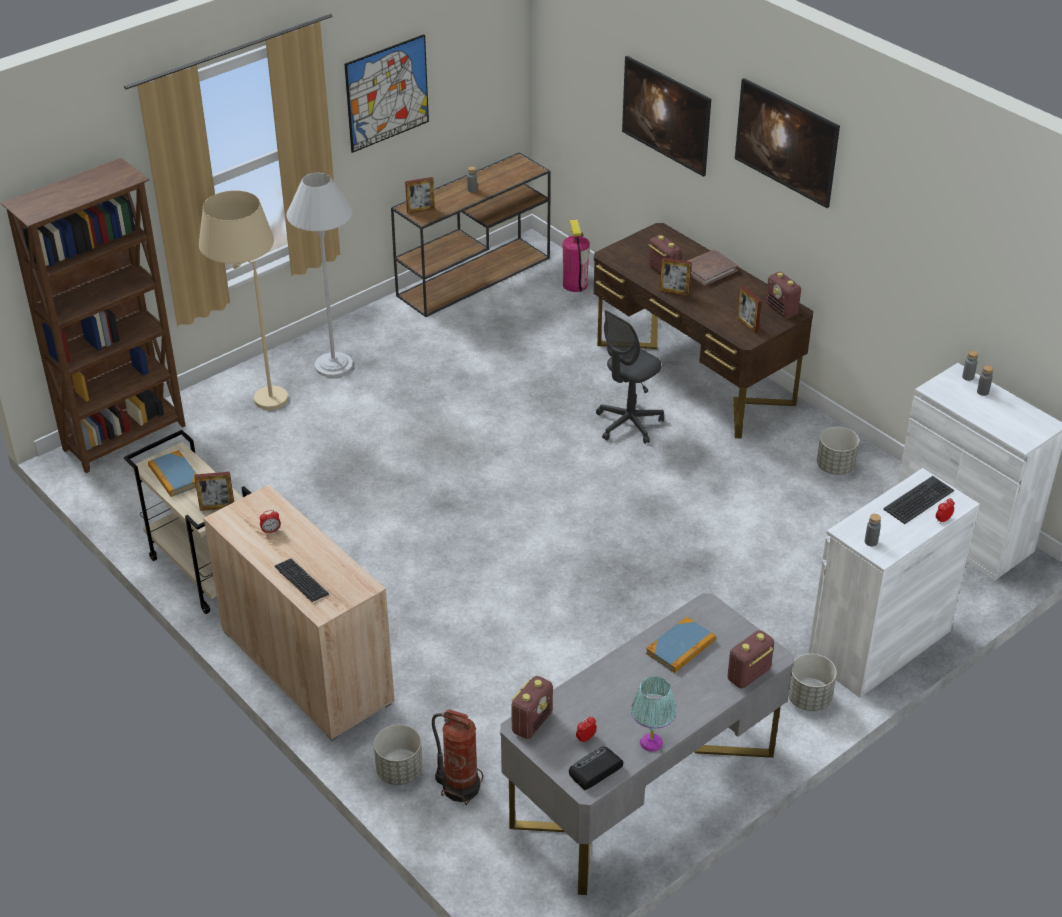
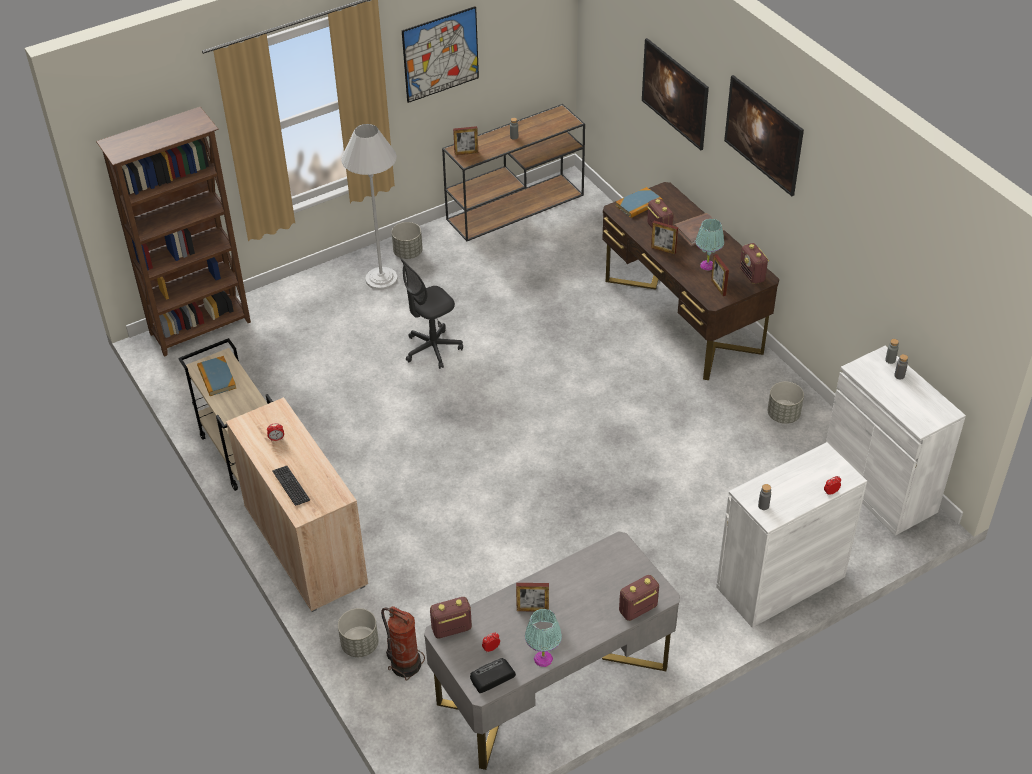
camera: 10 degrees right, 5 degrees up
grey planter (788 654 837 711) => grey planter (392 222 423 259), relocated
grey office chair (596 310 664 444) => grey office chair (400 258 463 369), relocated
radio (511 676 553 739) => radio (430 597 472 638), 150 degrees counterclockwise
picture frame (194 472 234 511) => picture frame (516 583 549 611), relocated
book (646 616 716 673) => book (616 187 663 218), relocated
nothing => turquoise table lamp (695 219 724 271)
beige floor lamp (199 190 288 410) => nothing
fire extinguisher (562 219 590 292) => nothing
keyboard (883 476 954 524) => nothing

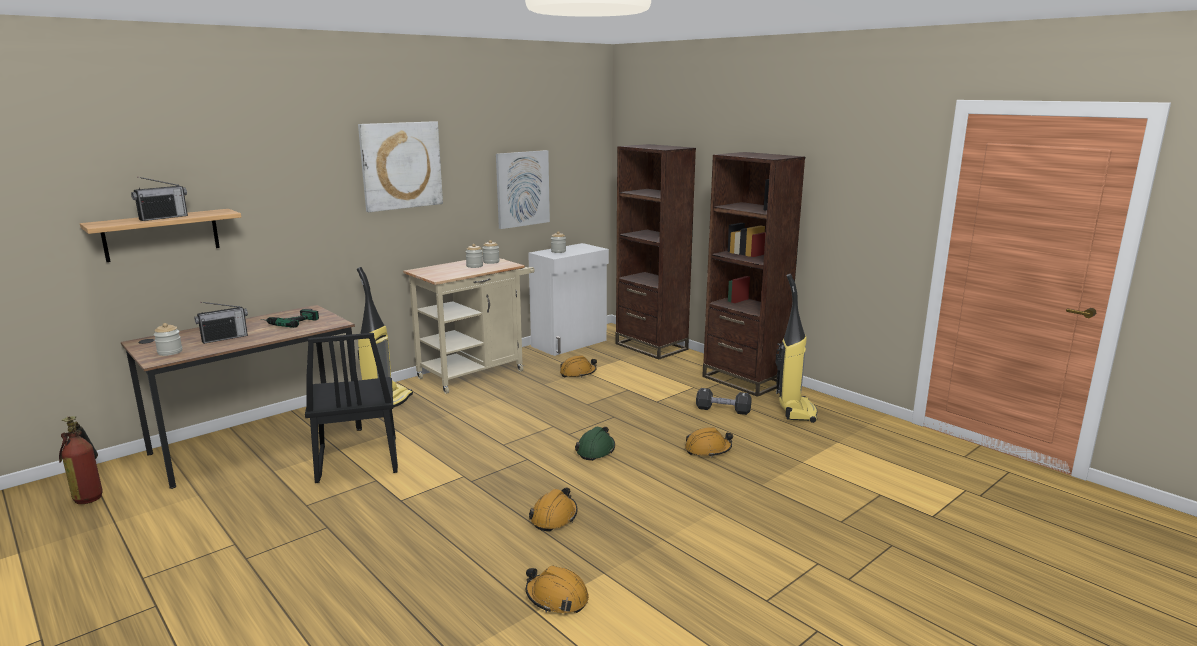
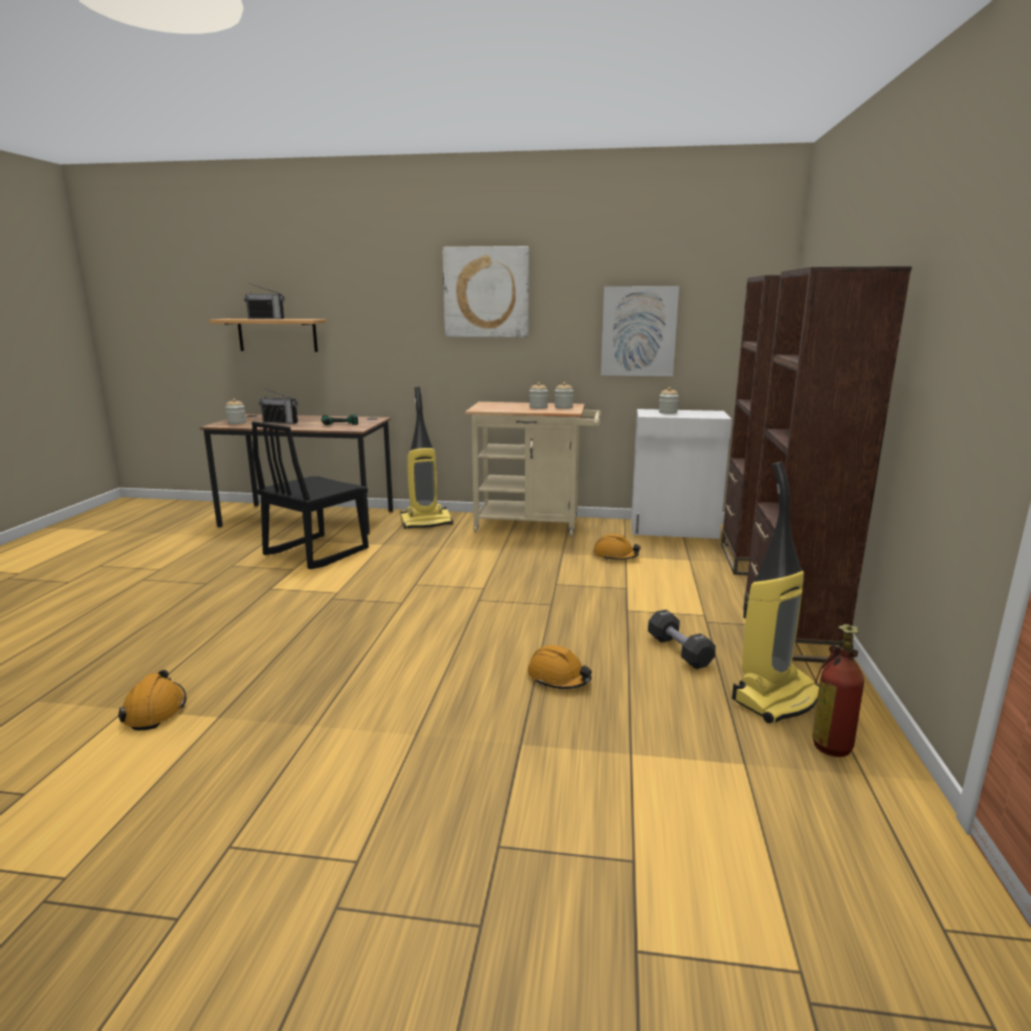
camera: 50 degrees right, 0 degrees up
fire extinguisher (59 416 103 504) => fire extinguisher (812 624 864 757), relocated
orange hard hat (529 487 578 532) => nothing
green hard hat (575 427 615 461) => nothing

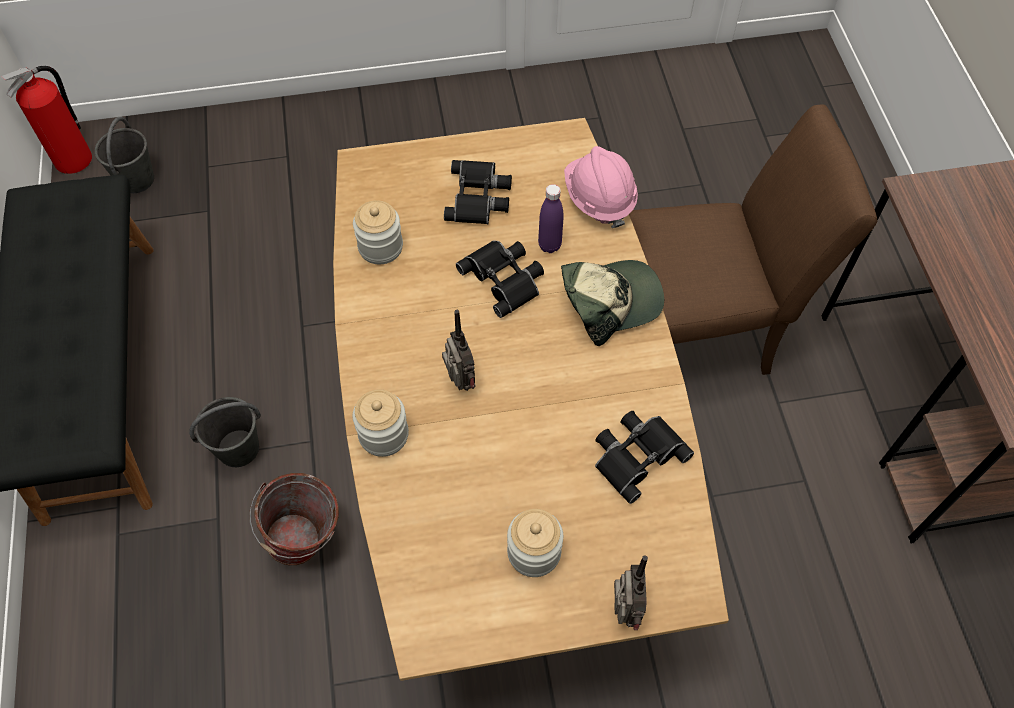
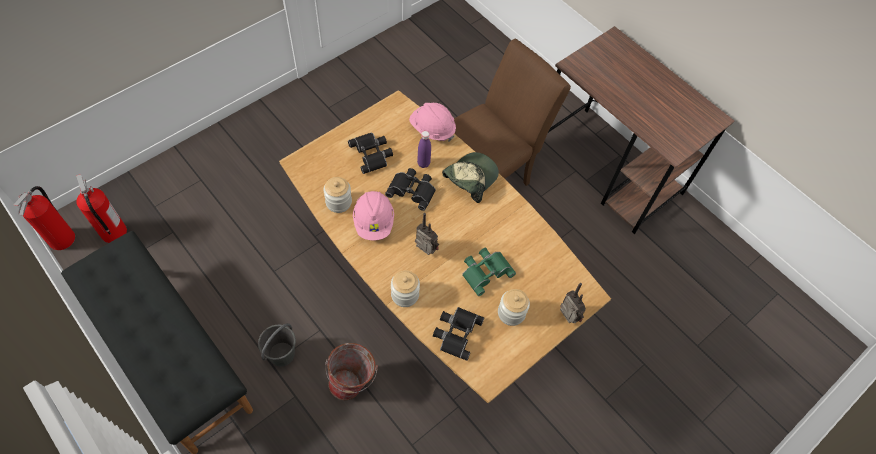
camera: 35 degrees left, 0 degrees up
grey bucket (95 117 154 193) => fire extinguisher (76 174 127 243)
nothing => pink hard hat (353 191 394 240)
black binoculars (595 411 694 504) => black binoculars (433 307 484 361), relocated
nothing => green binoculars (462 248 516 296)

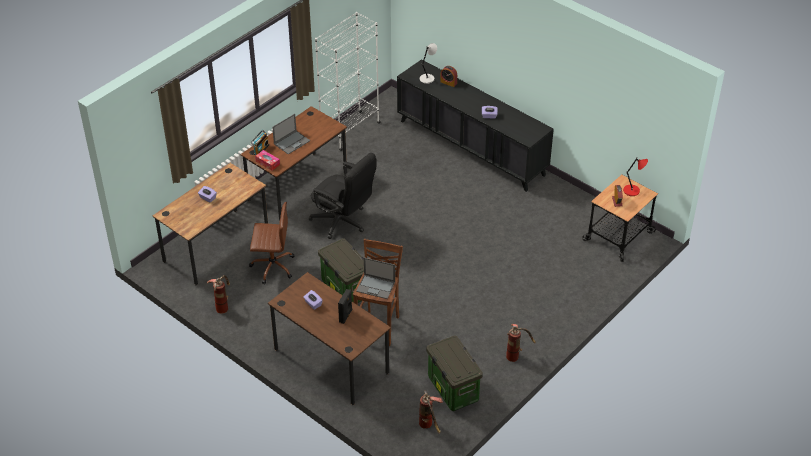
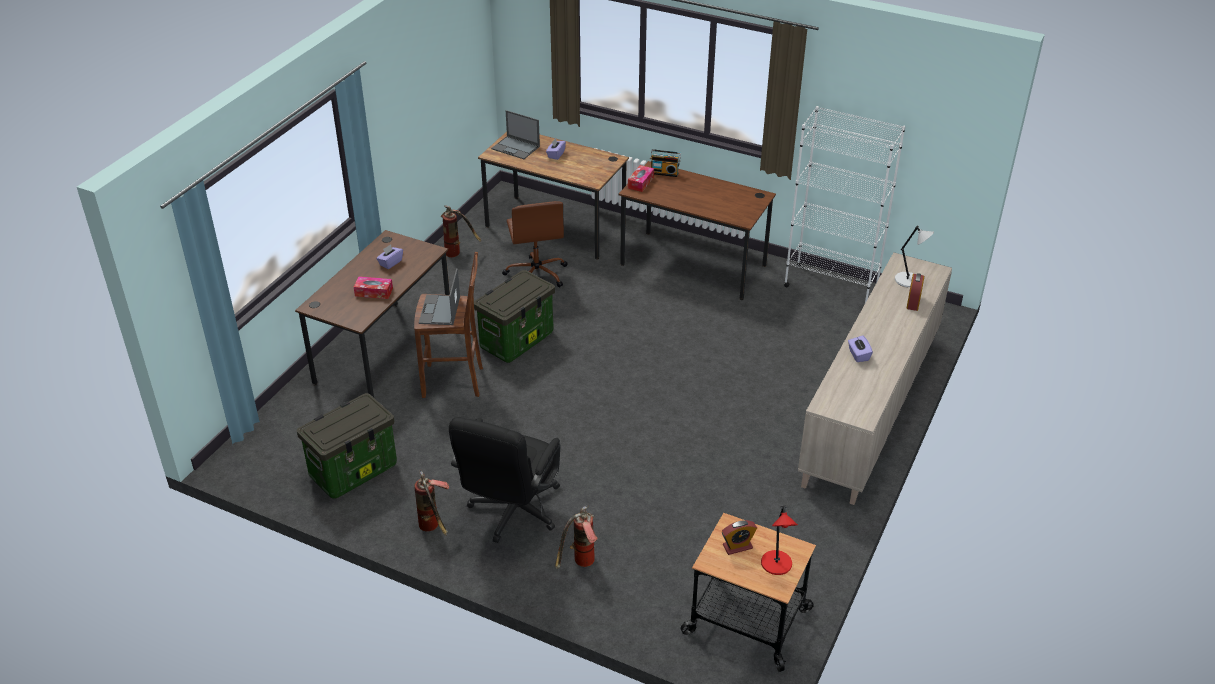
camera: 75 degrees right, 5 degrees down
black speaker (338 289 352 324) => tissue box (354 276 393 299)
black office chair (309 153 376 239) => black office chair (449 417 561 543), relocated
laptop (272 114 310 154) => laptop (491 110 540 159), relocated
fire extinguisher (419 390 443 434) => fire extinguisher (555 505 598 569), relocated
black cabinet (397 59 554 192) => beige cabinet (798 252 952 505)

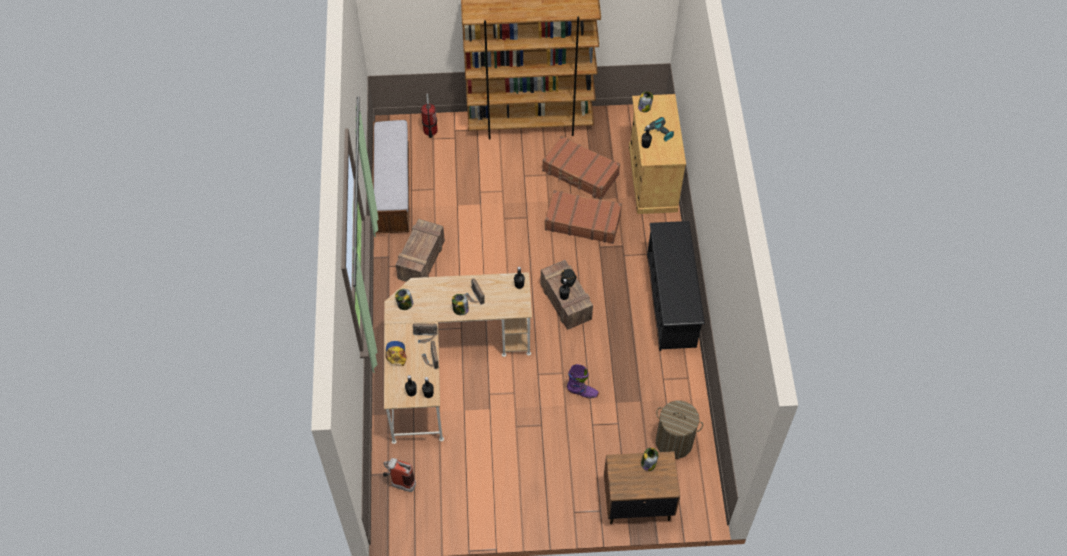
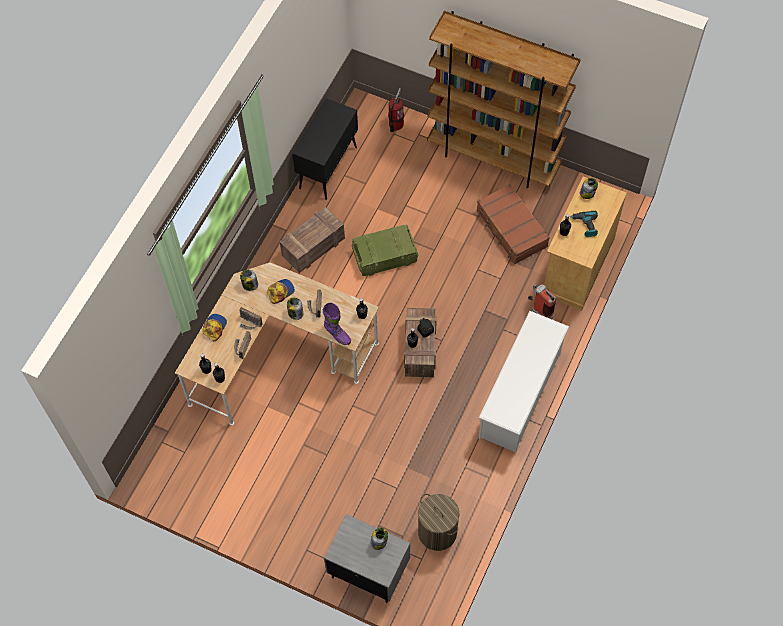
camera: 30 degrees right, 5 degrees up
nothing => cap (267 279 295 304)
bench (372 120 410 234) => black cabinet (292 98 358 200)
purple boot (567 364 599 398) => purple boot (323 303 351 345), relocated
brown nightstand (604 451 680 524) => grey nightstand (324 514 410 603)
nothing => crate (352 224 418 276)
black shoe rack (647 221 705 351) => white shoe rack (478 311 569 452)
fire extinguisher (383 458 416 492) => fire extinguisher (528 284 556 319), relocated
brown suitcase (545 190 622 244) => nothing

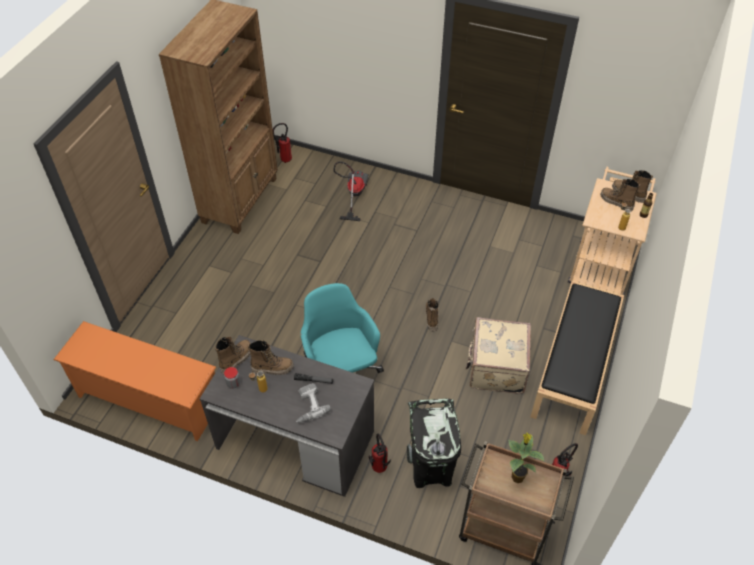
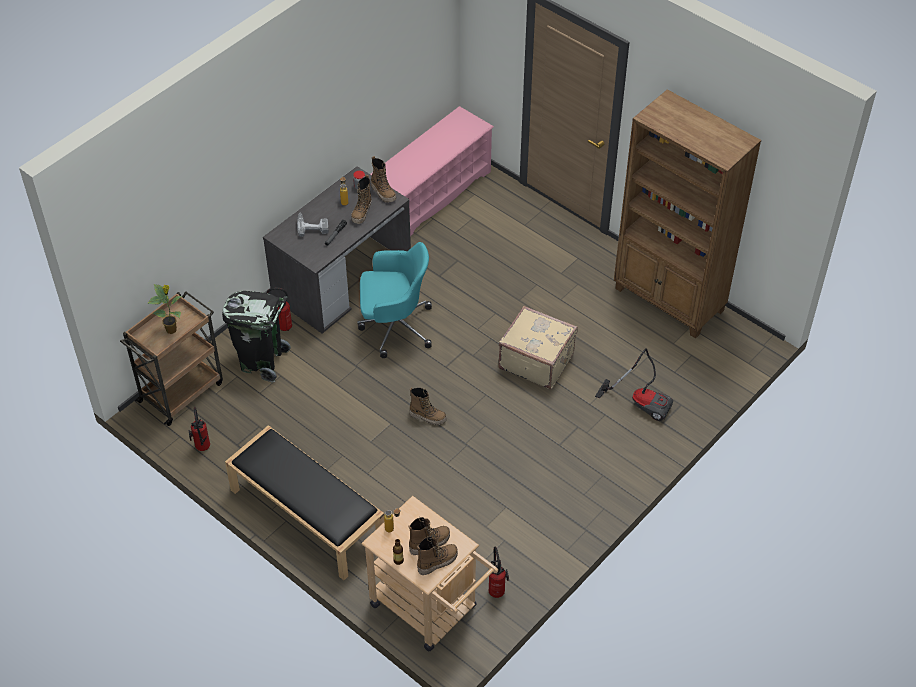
camera: 110 degrees right, 0 degrees up
orange shoe rack (53 321 216 441) => pink shoe rack (370 106 494 236)
fire extinguisher (273 123 292 163) => fire extinguisher (488 546 509 598), relocated
beige suitcase (466 317 531 394) => beige suitcase (498 306 578 389), relocated

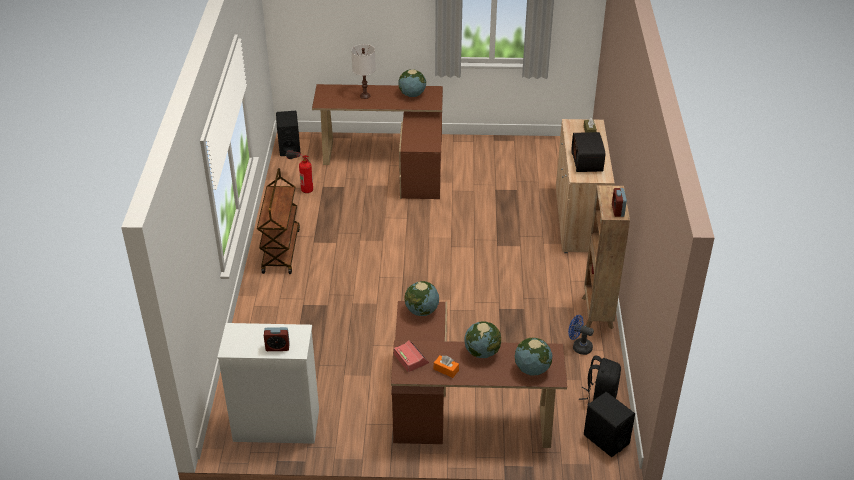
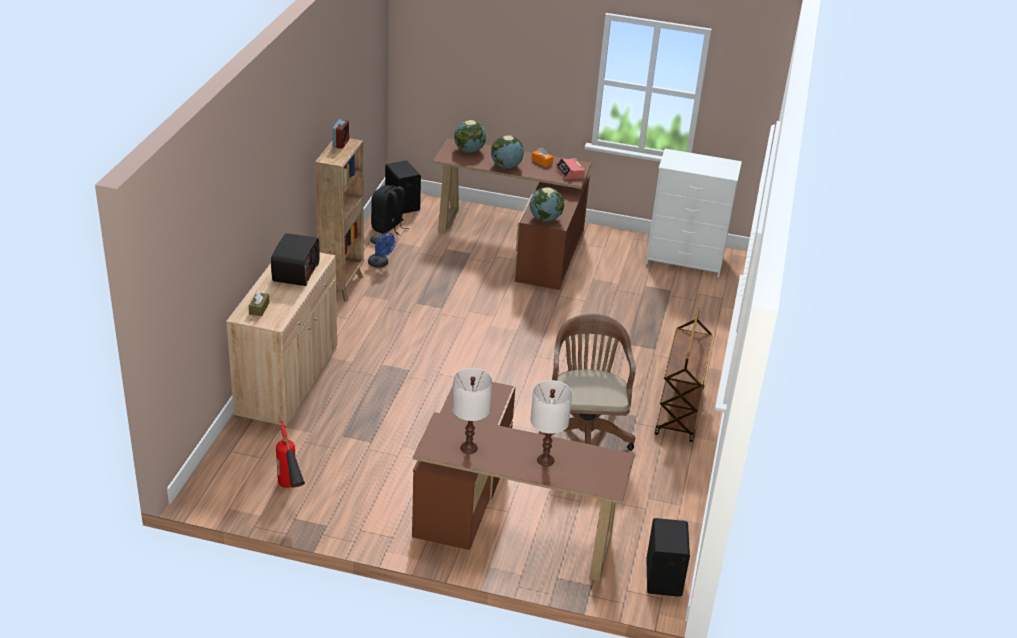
camera: 170 degrees left, 5 degrees down
fire extinguisher (286 150 313 193) => fire extinguisher (276 420 305 488), relocated
globe (398 69 426 97) => white table lamp (452 368 492 454)
nothing => brown office chair (539 314 636 451)
alarm clock (264 327 290 351) => nothing

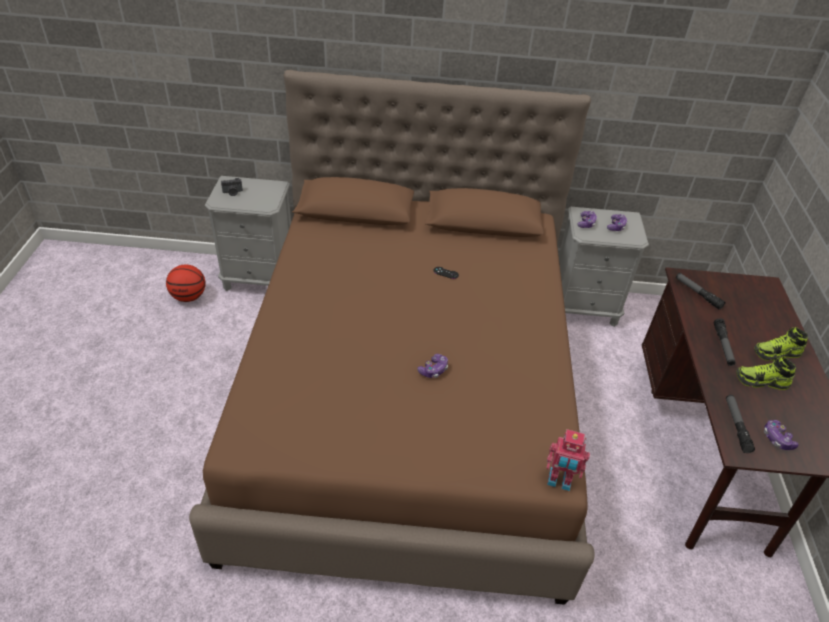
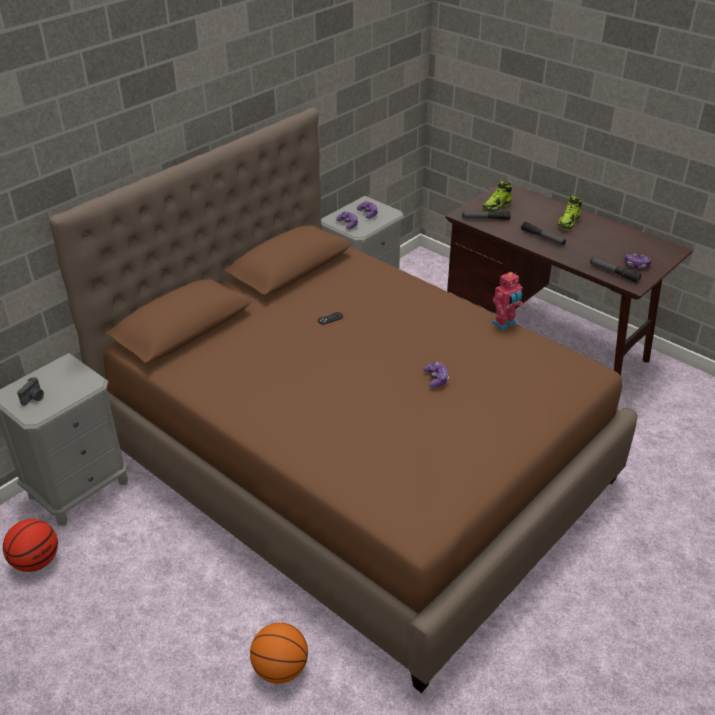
camera: 50 degrees left, 5 degrees down
nothing => basketball (250 623 308 684)
shoe (736 357 796 390) => shoe (483 181 512 212), relocated
toy robot (546 429 590 491) => toy robot (492 272 523 330), relocated

